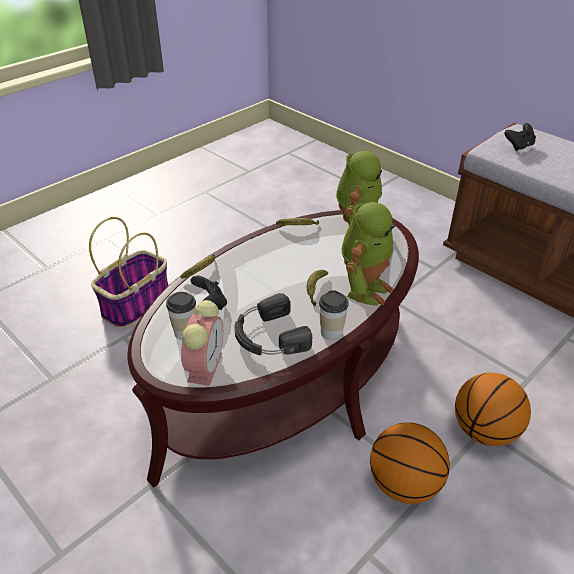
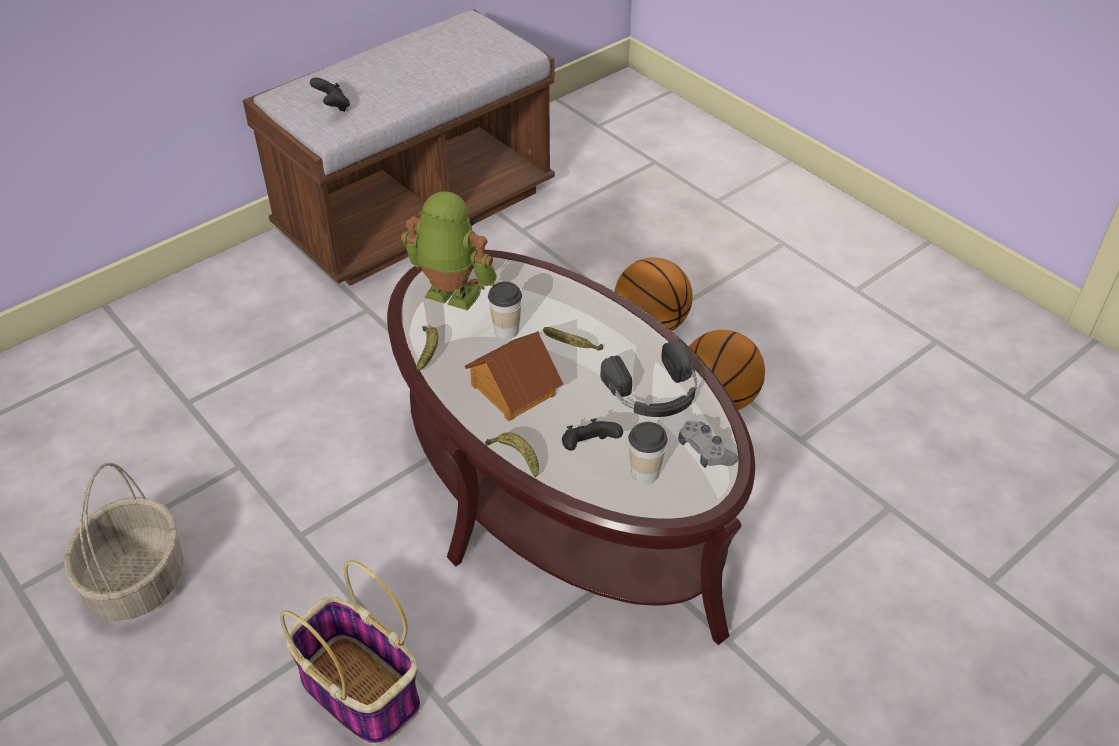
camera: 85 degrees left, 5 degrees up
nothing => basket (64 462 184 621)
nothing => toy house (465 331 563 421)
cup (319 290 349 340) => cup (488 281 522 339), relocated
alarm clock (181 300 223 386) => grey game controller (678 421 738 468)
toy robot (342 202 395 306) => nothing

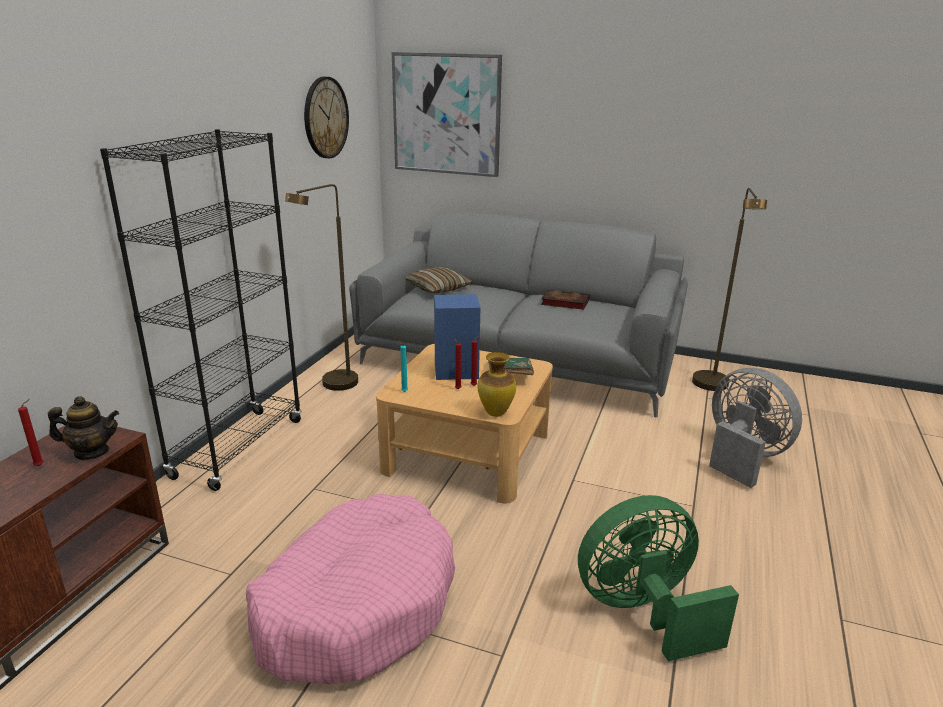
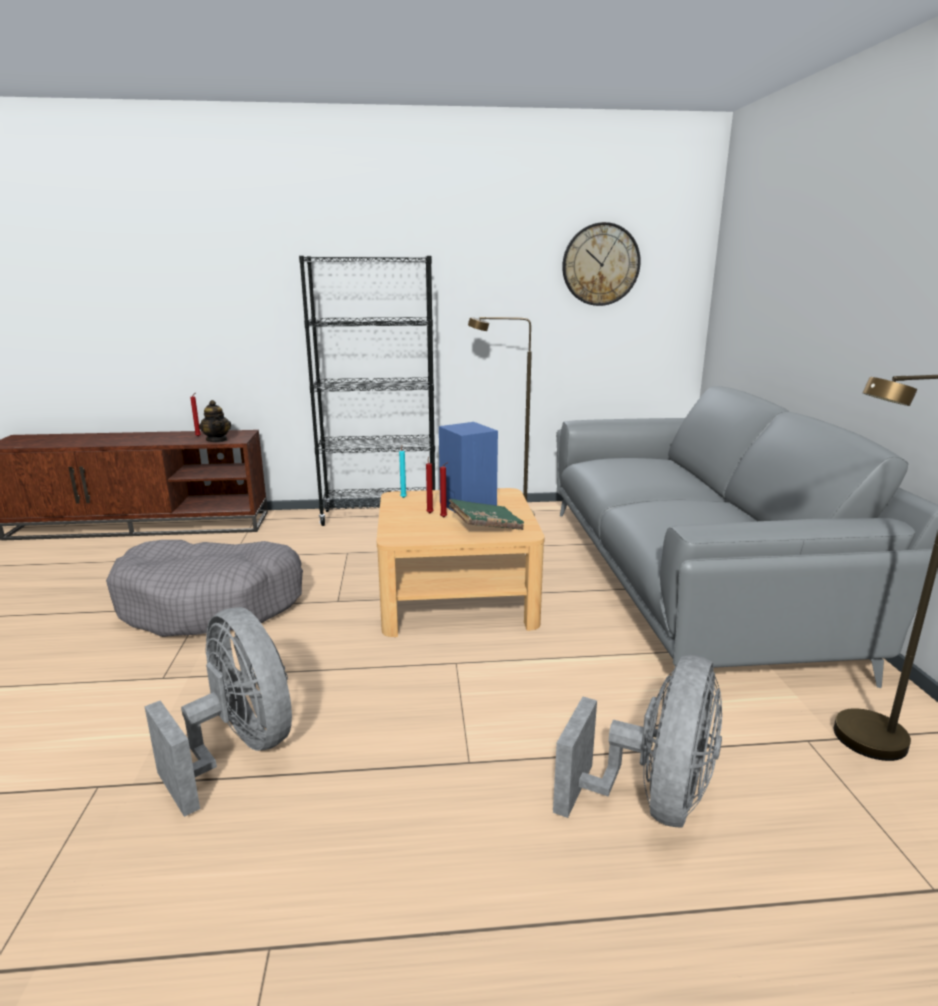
camera: 65 degrees right, 5 degrees down
pink dog bed (246 493 455 684) => grey dog bed (106 540 303 637)
green fan (578 495 739 661) => grey fan (144 607 292 817)
picture (392 52 502 177) => nothing
pillow (405 267 473 293) => nothing
vase (478 352 516 417) => nothing
book (541 289 590 310) => nothing

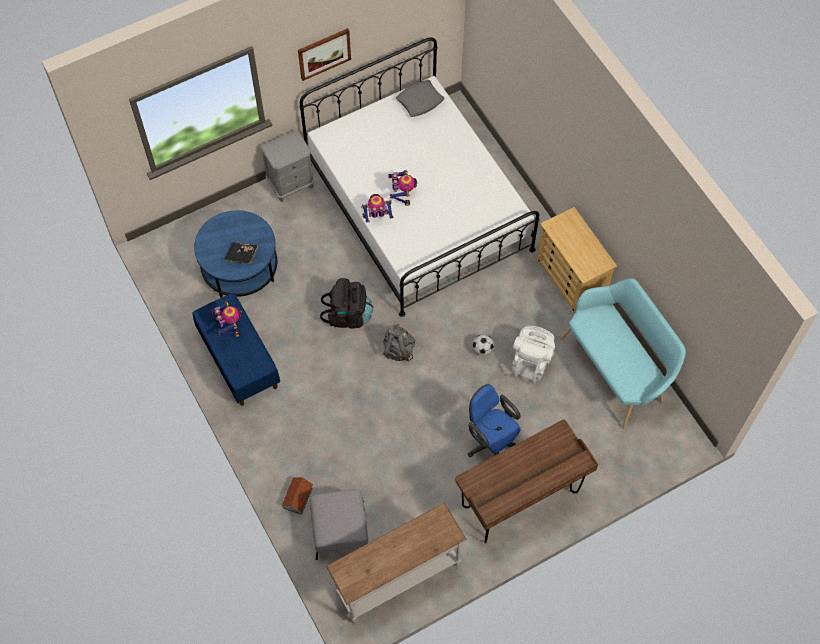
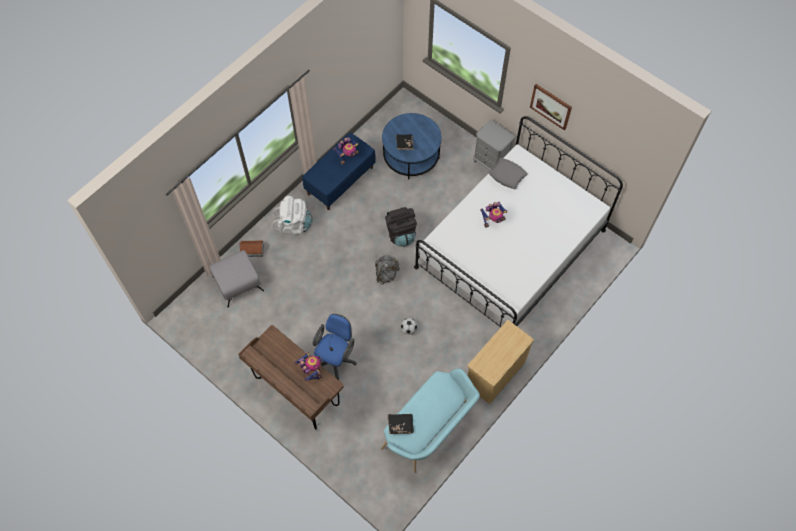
camera: 70 degrees right, 0 degrees up
white backpack (512 326 555 384) => white backpack (272 196 312 234), relocated
toy robot (361 194 394 223) => toy robot (294 352 322 381), relocated
nothing => black book (388 414 414 434)
grey pillow (396 80 445 117) => grey pillow (489 158 528 189), relocated
white console table (326 503 467 623) => nothing

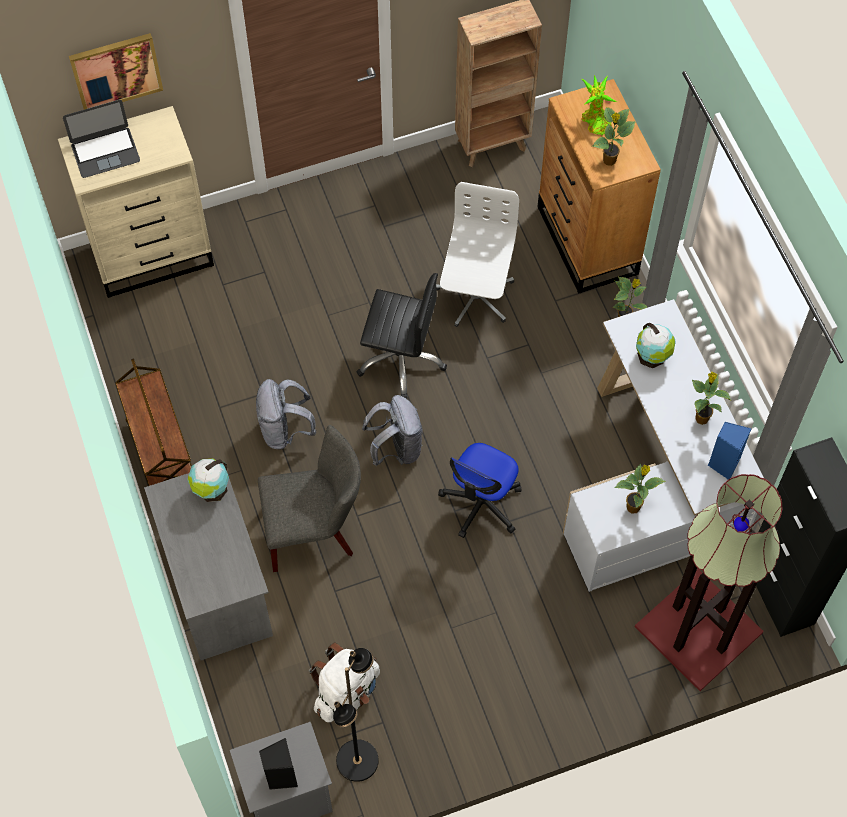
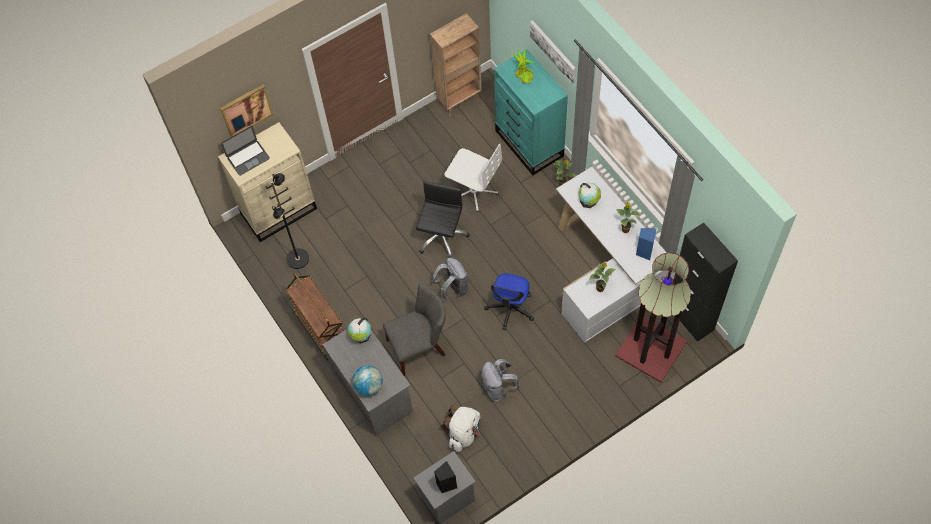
camera: 10 degrees left, 0 degrees up
black floor lamp (333 648 379 782) => black floor lamp (271 173 309 269), relocated
nothing => globe (352 366 383 396)
black office chair (357 273 447 398) => black office chair (416 181 470 258), 75 degrees counterclockwise
white office chair (436 182 519 327) => white office chair (444 143 502 212), 120 degrees clockwise
grey backpack (256 379 317 449) => grey backpack (481 359 520 402), relocated
brown dresser (537 79 661 294) => turquoise dresser (494 49 568 176)
nothing => picture (530 20 576 84)
potted plant (592 107 636 166) => nothing

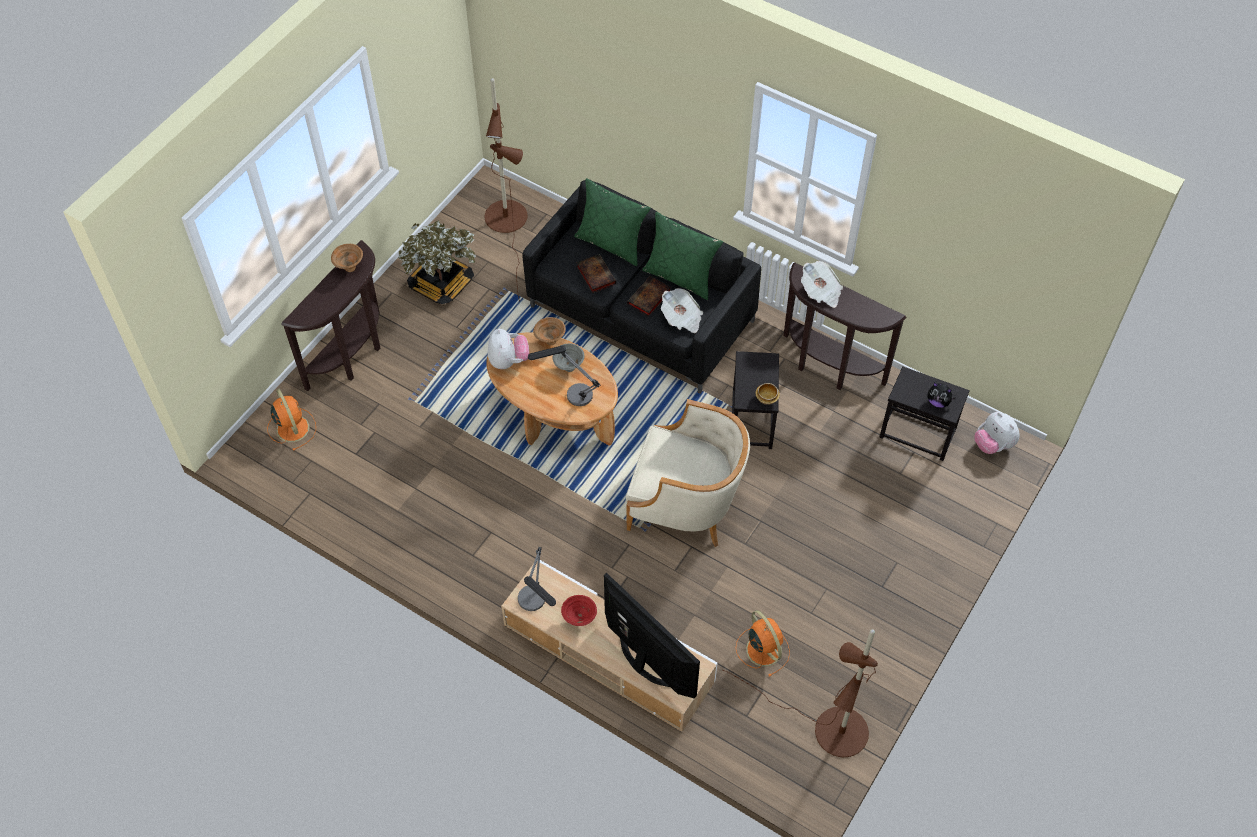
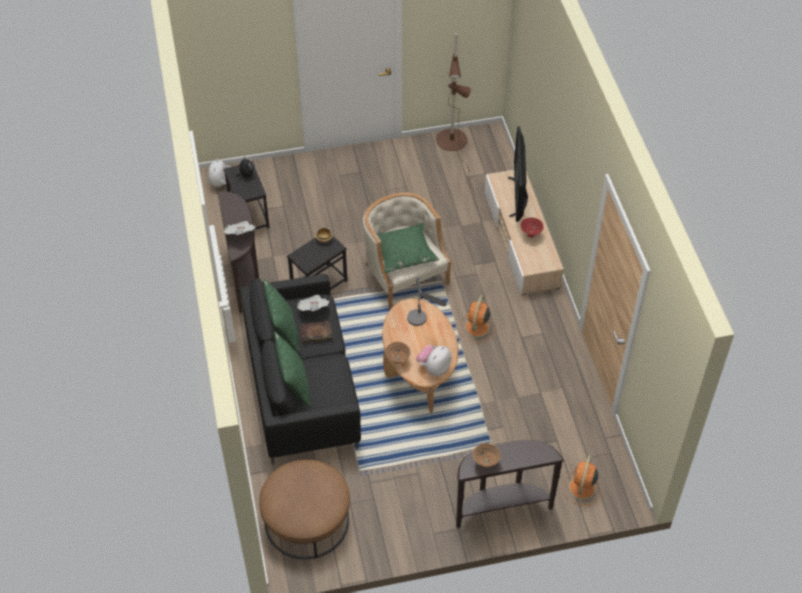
camera: 135 degrees left, 5 degrees down
brown floor lamp (484 78 527 301) => brown ottoman (259 460 350 559)
nothing => green pillow (377 223 439 273)
orange fan (736 610 790 677) => orange fan (460 295 494 342), relocated
potted plant (398 220 476 304) => nothing
table lamp (518 547 556 611) => nothing
grey bowl (553 343 585 372) => nothing
book (577 254 616 293) => nothing

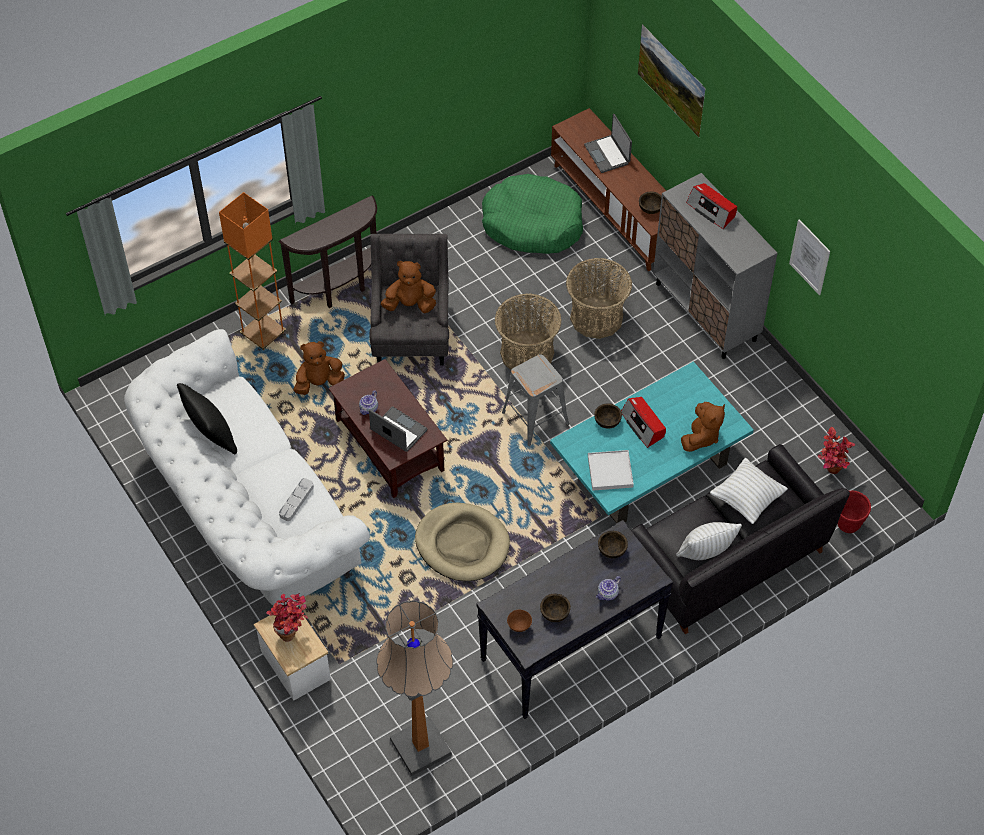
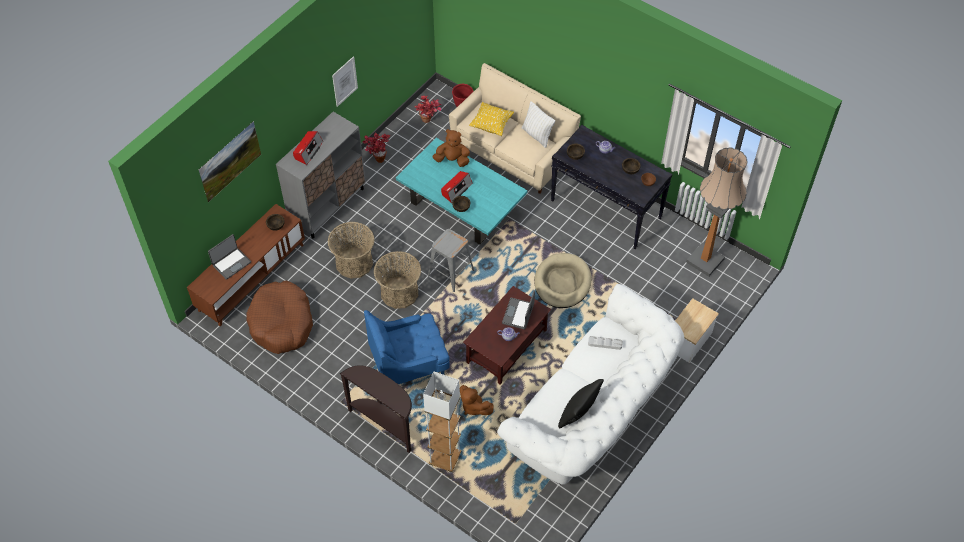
camera: 110 degrees left, 0 degrees up
green dog bed (482 174 583 254) => brown dog bed (247 280 313 354)
potted plant (266 593 308 642) => potted plant (362 133 390 163), relocated
grey armchair (369 234 449 365) => blue armchair (364 310 450 384)
orange floor lamp (219 192 286 350) => white floor lamp (423 372 462 472)
black sofa (631 444 850 634) => beige sofa (449 63 581 194)
white pillow (710 458 788 524) => yellow pillow (469 102 514 136)
brown plush toy (381 261 436 313) => nothing
white tray (588 450 634 491) => nothing

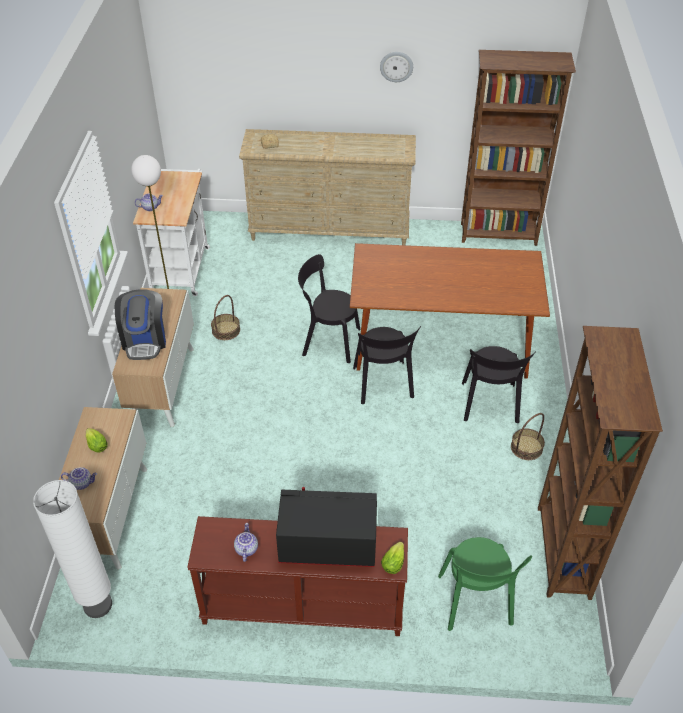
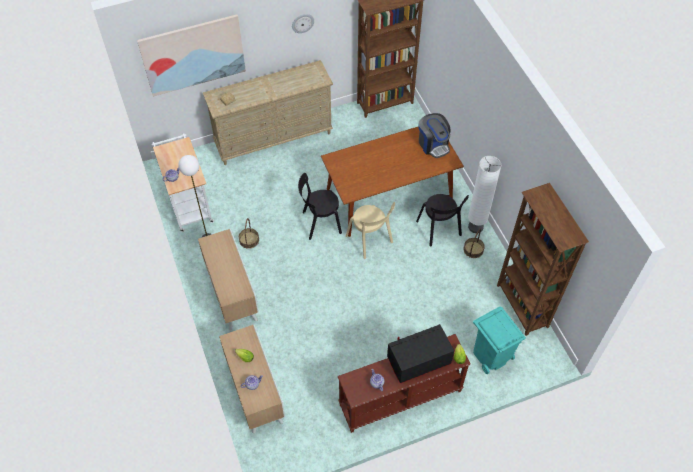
camera: 25 degrees left, 10 degrees up
nothing => picture (137 14 246 97)
black chair (353 326 421 404) => beige chair (346 202 395 259)
coffee machine (115 289 166 360) => coffee machine (418 113 450 158), relocated
white floor lamp (33 480 112 618) => white floor lamp (468 156 501 233), relocated
green chair (438 537 532 631) => turquoise trash can (473 306 526 374)

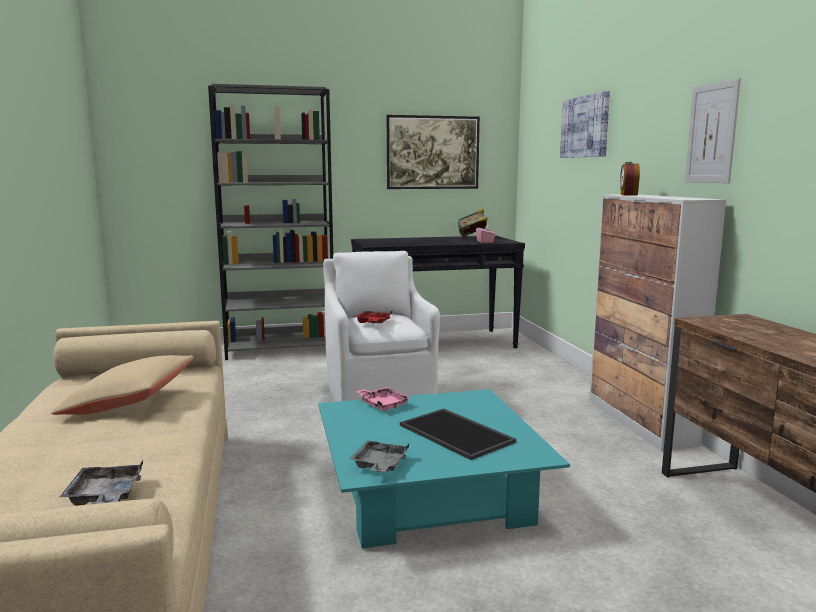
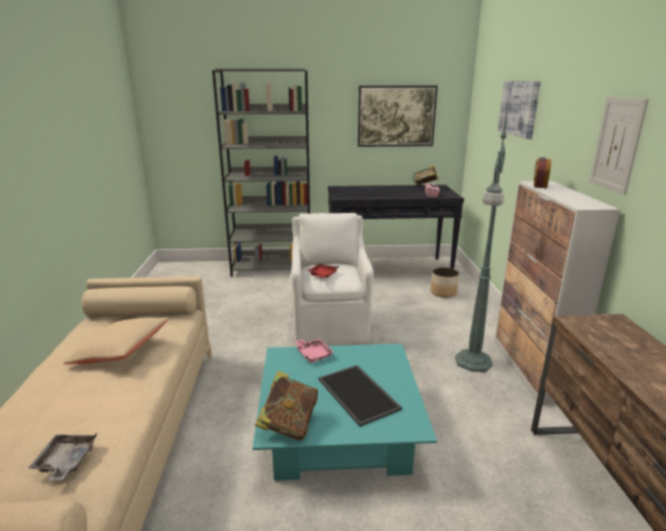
camera: 10 degrees right, 10 degrees up
grey tray (349 441 409 472) => book (255 371 318 440)
nothing => planter (430 267 459 298)
nothing => green floor lamp (455 106 508 372)

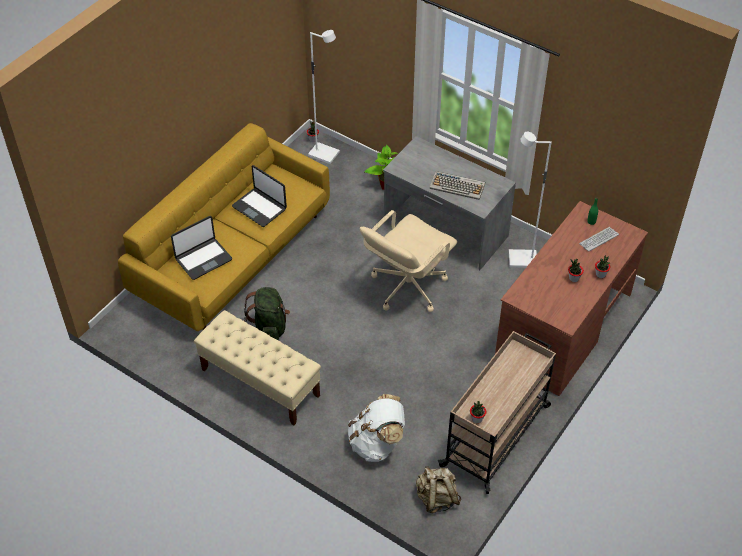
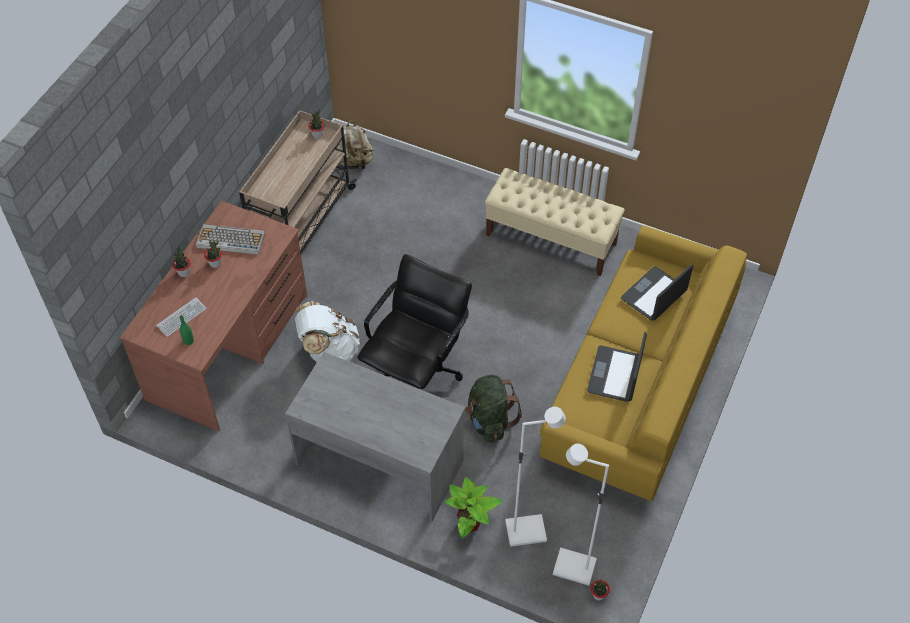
camera: 170 degrees right, 5 degrees up
keyboard (430 171 485 200) => keyboard (196 224 265 255), relocated
white backpack (348 394 405 462) => white backpack (295 301 360 362), relocated
beige office chair (360 210 457 312) => black office chair (357 254 472 389)
green backpack (244 287 290 341) => green backpack (465 375 523 443), relocated
white floor lamp (509 132 552 268) => white floor lamp (505 407 566 547), relocated
laptop (232 165 287 227) => laptop (587 332 647 402), 105 degrees counterclockwise

